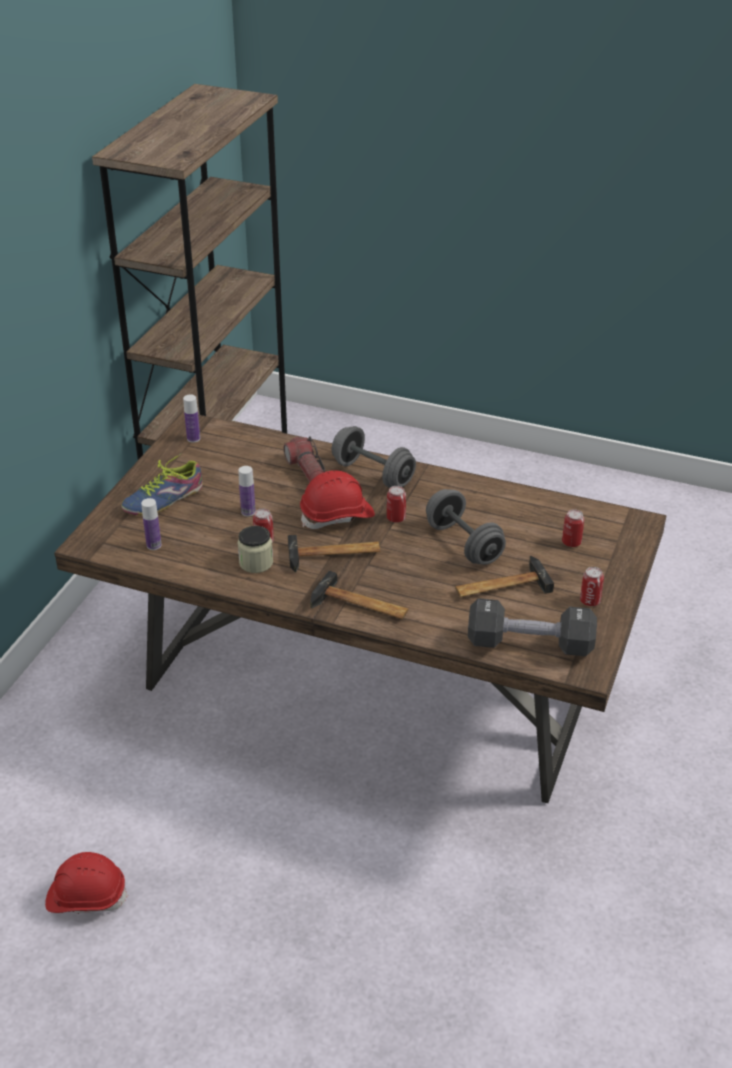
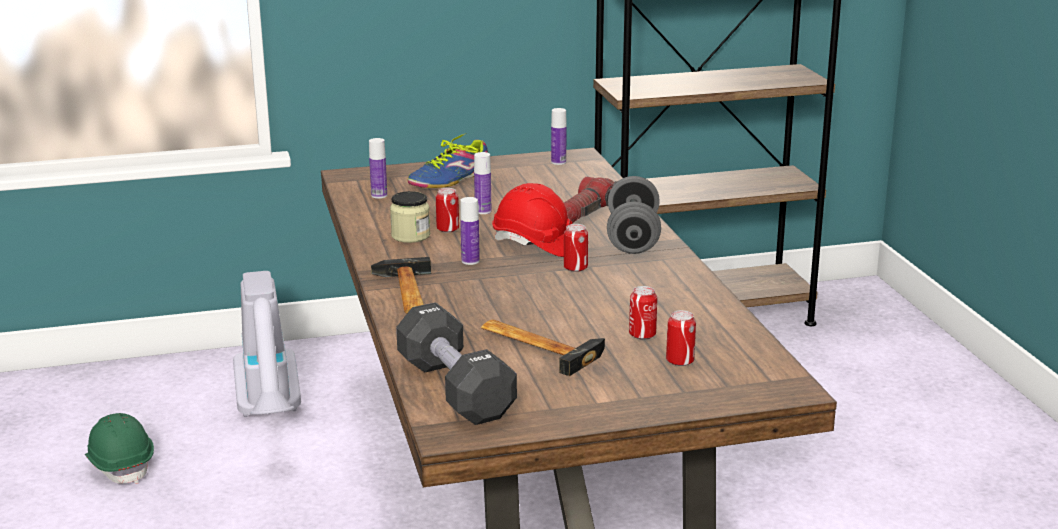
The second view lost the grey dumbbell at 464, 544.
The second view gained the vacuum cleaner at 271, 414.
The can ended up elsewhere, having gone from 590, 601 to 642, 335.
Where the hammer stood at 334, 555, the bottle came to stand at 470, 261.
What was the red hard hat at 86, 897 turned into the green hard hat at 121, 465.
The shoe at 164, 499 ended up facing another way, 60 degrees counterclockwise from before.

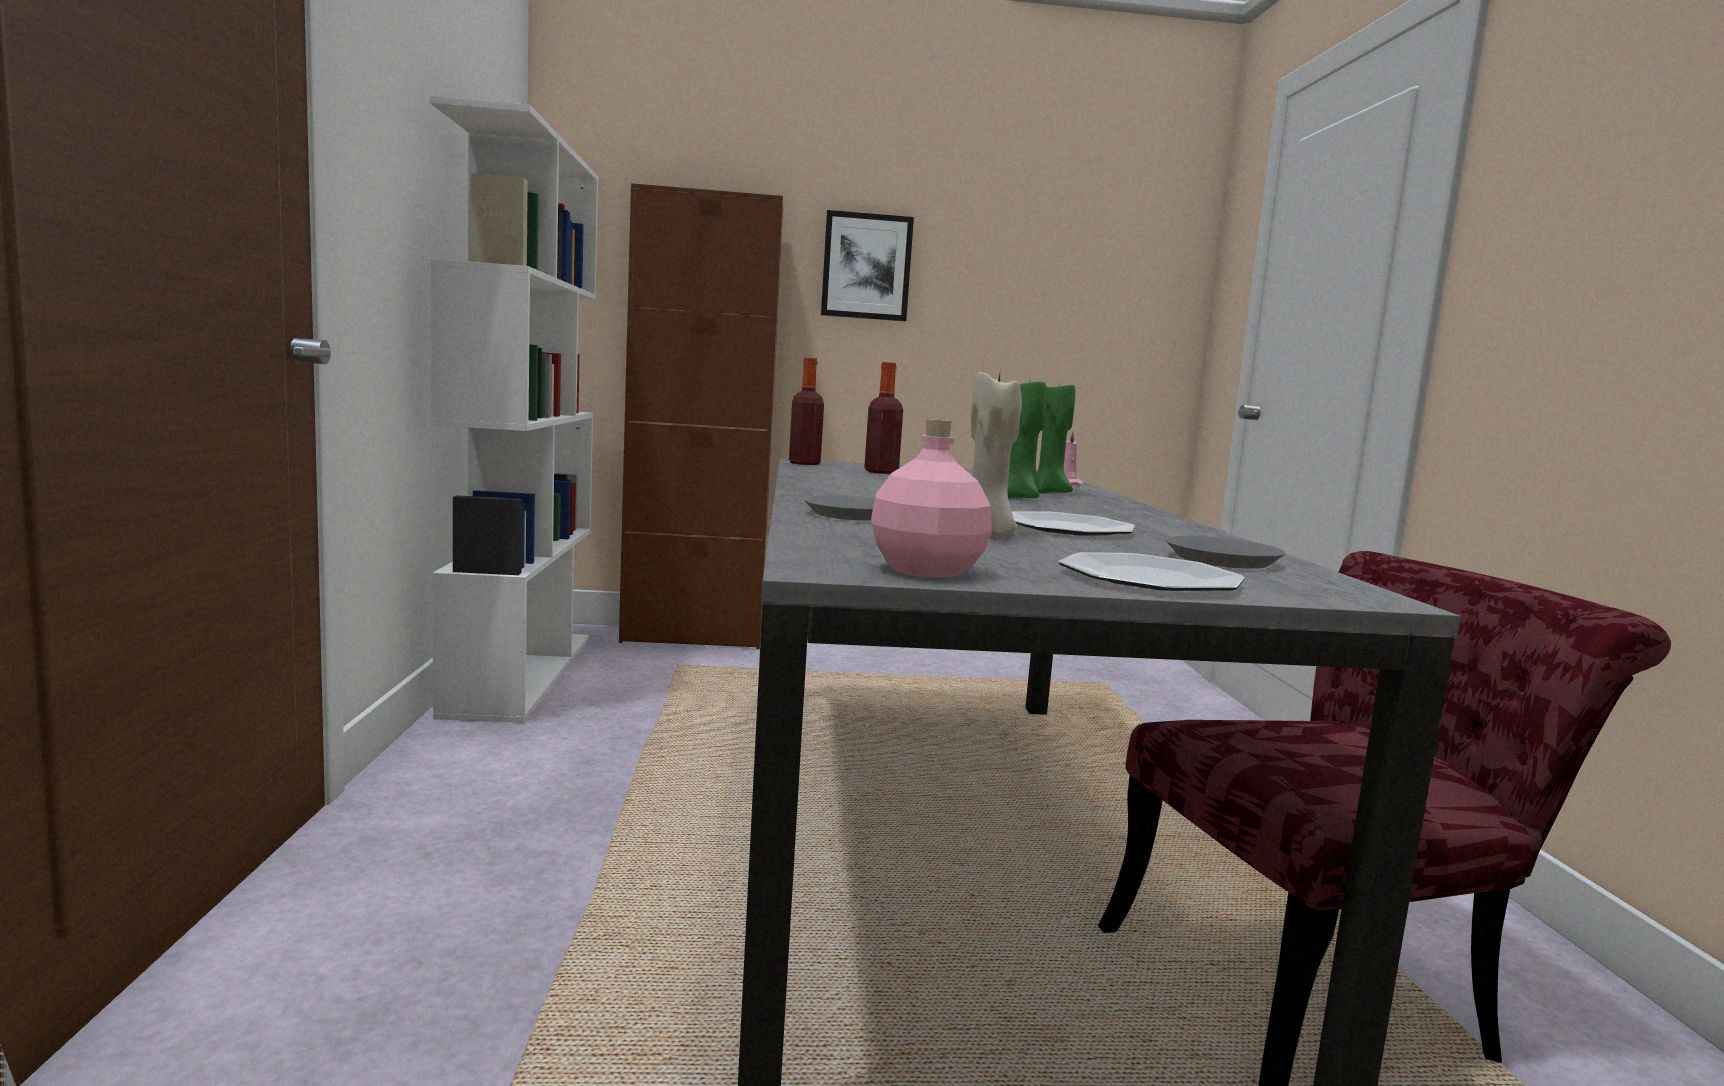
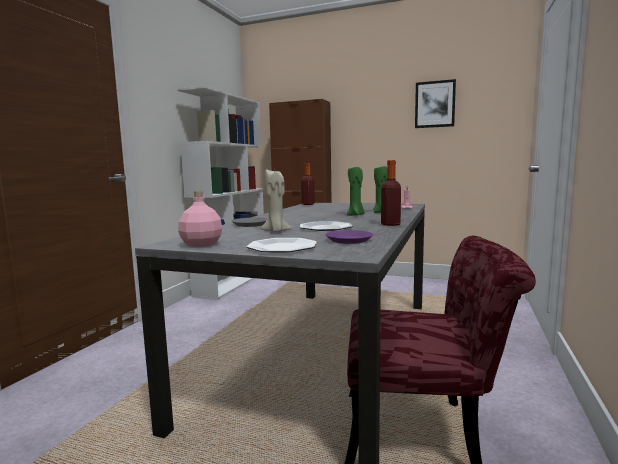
The picture ended up elsewhere, having gone from 866, 266 to 435, 104.
The bottle ended up elsewhere, having gone from 881, 472 to 390, 224.
What was the grey plate at 1221, 560 turned into the purple plate at 349, 240.

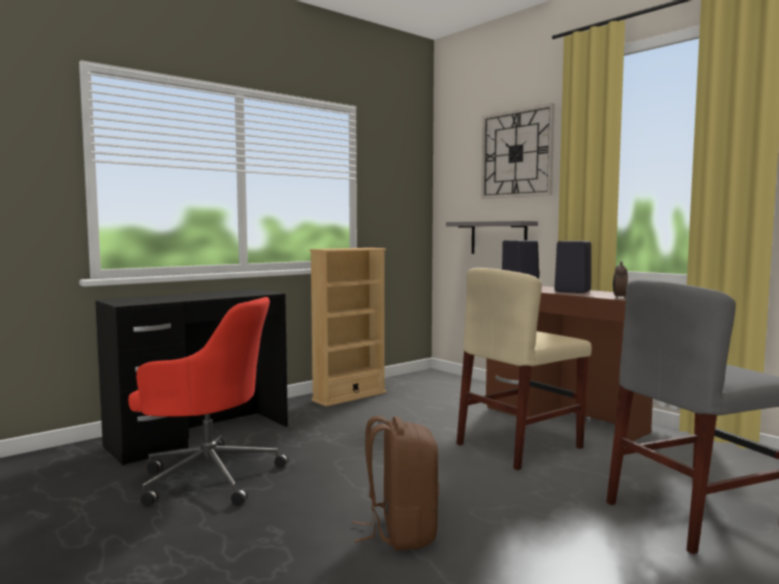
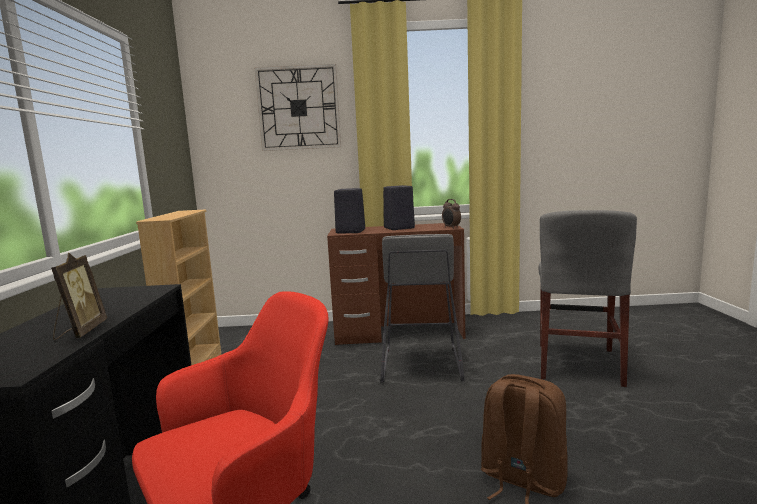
The second view lost the grey shelf at 498, 238.
The second view gained the picture frame at 80, 332.
Where the beige chair stood at 519, 446, the grey stool came to stand at 421, 365.

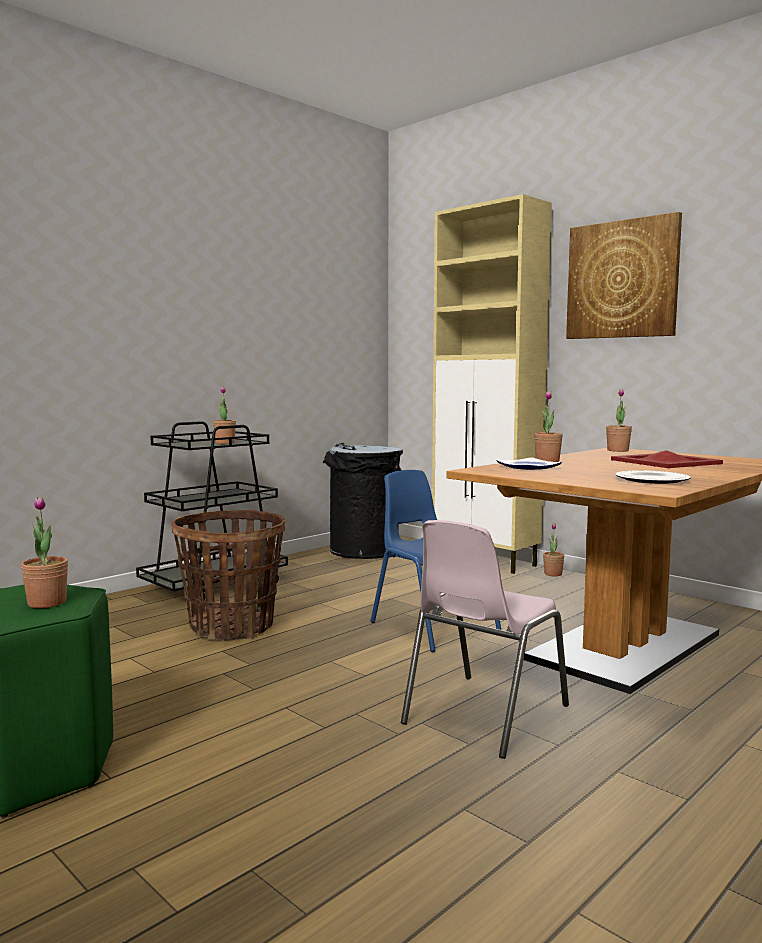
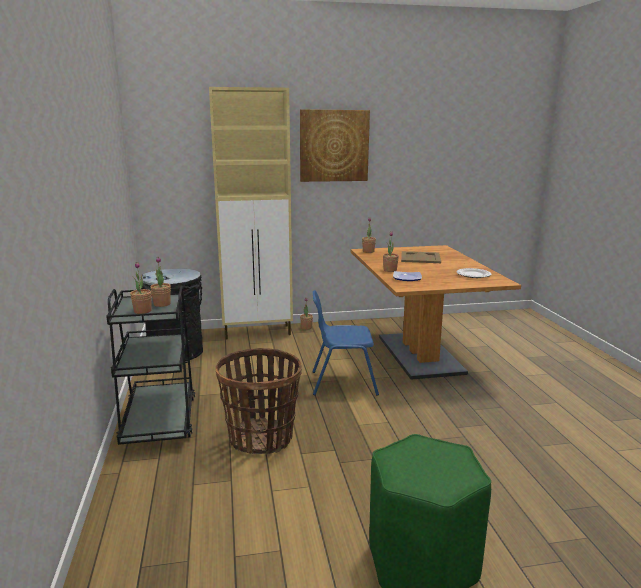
The second view lost the pink chair at 482, 715.
The potted plant ended up elsewhere, having gone from 47, 603 to 142, 311.
What was the red tray at 666, 462 turned into the beige tray at 421, 257.

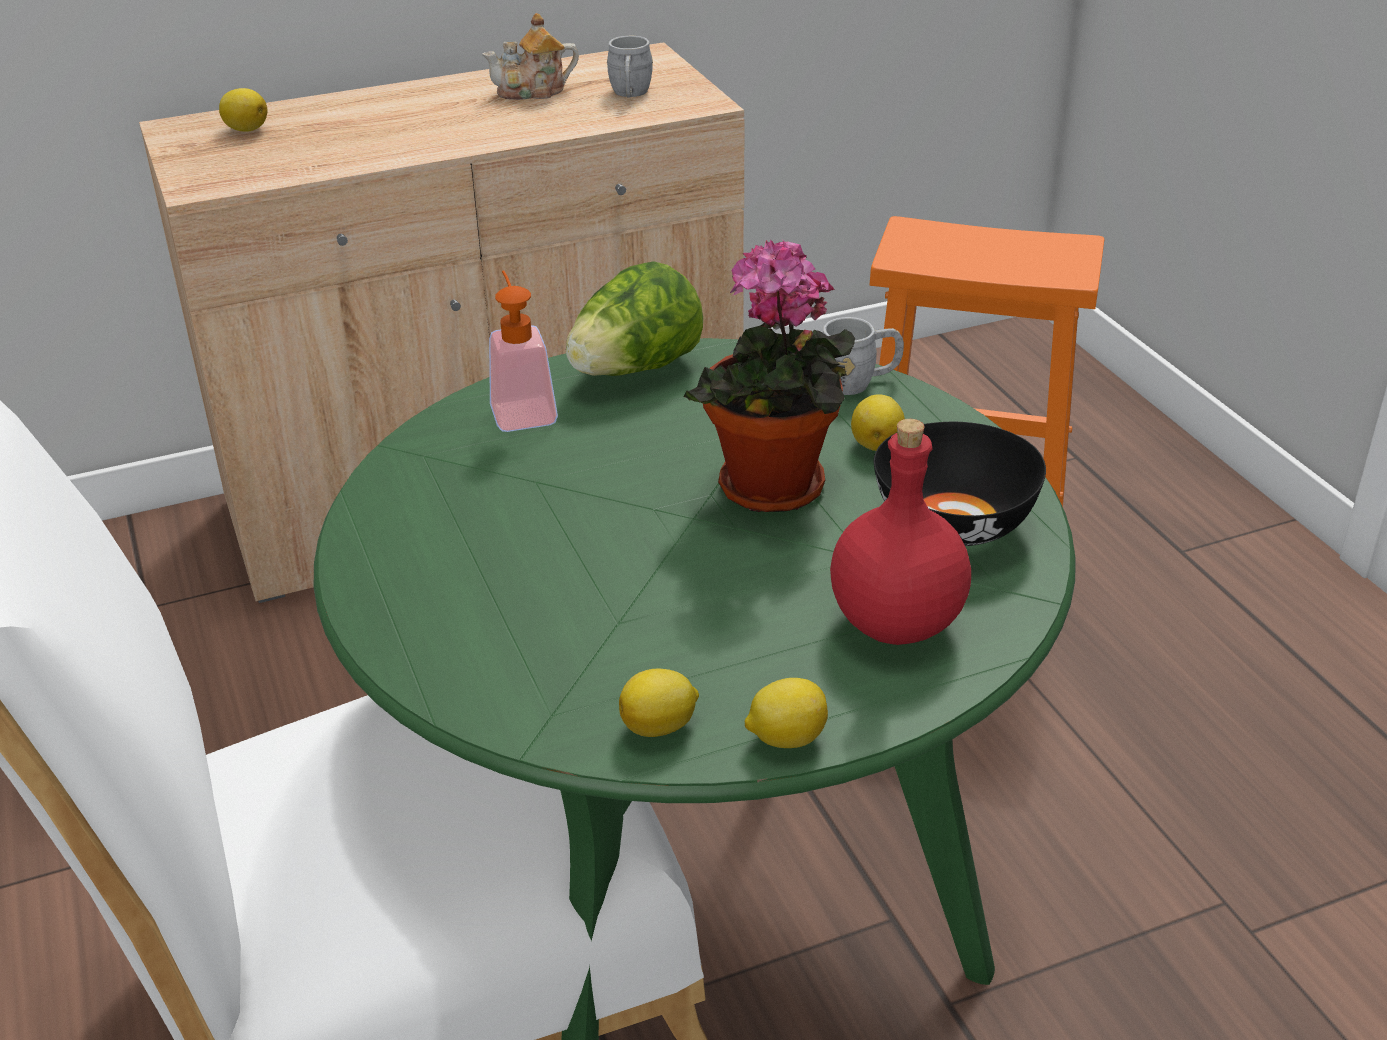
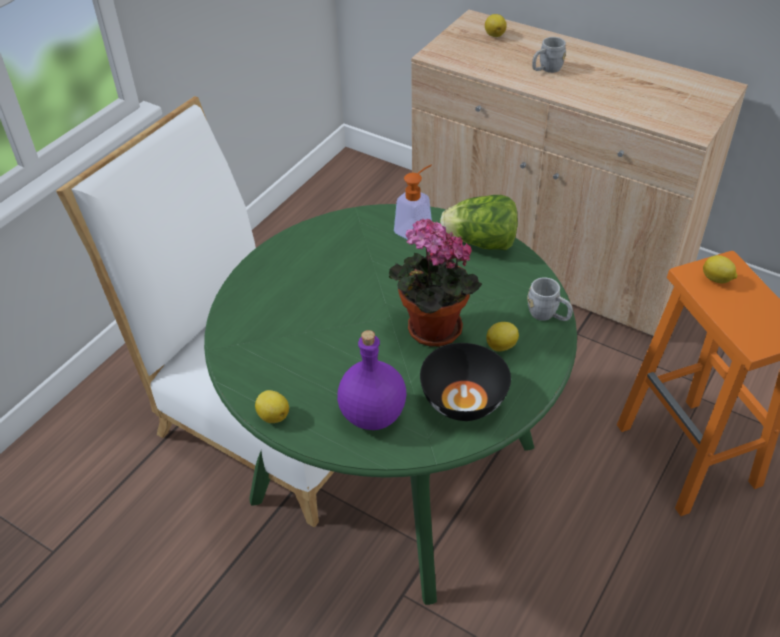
The second view lost the teapot at 533, 91.
The grey mug ended up elsewhere, having gone from 630, 94 to 546, 69.
The lemon ended up elsewhere, having gone from 660, 727 to 717, 279.
What was the red bottle at 894, 623 turned into the purple bottle at 372, 414.

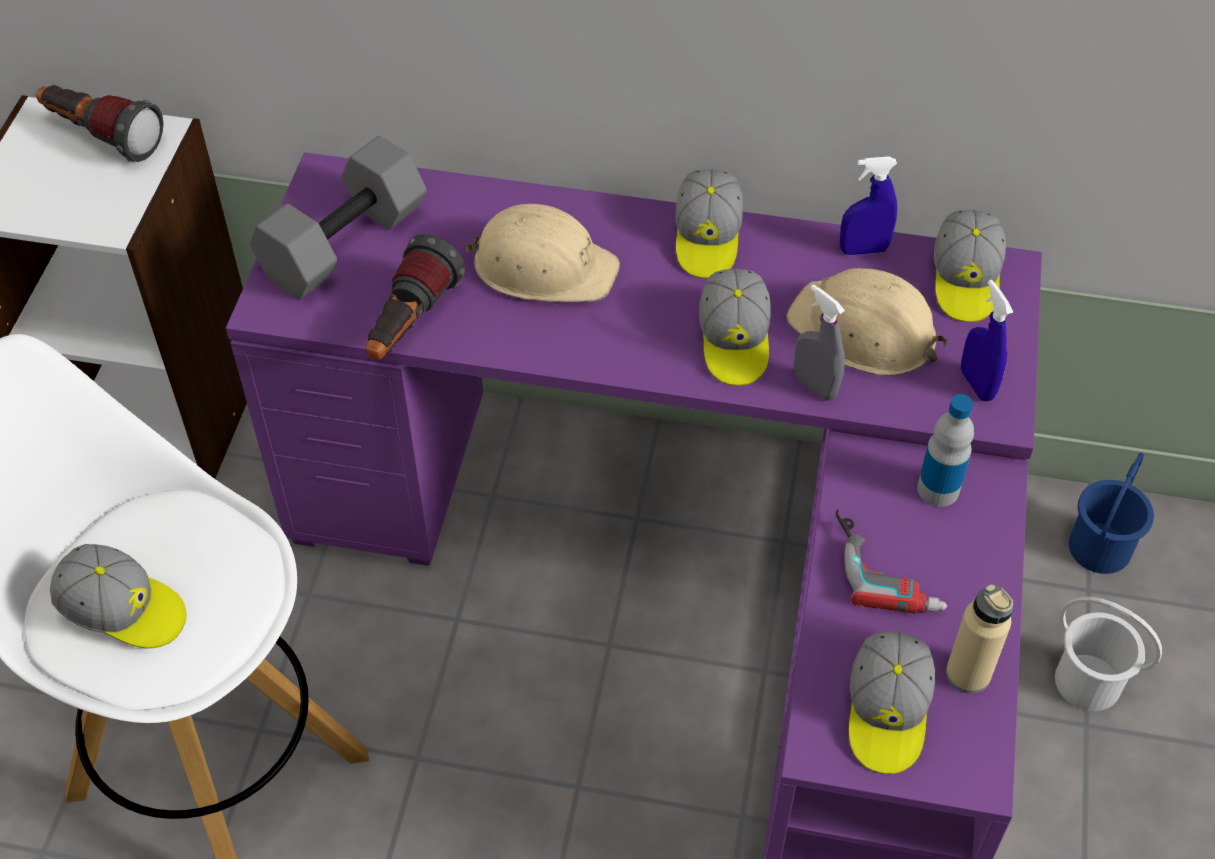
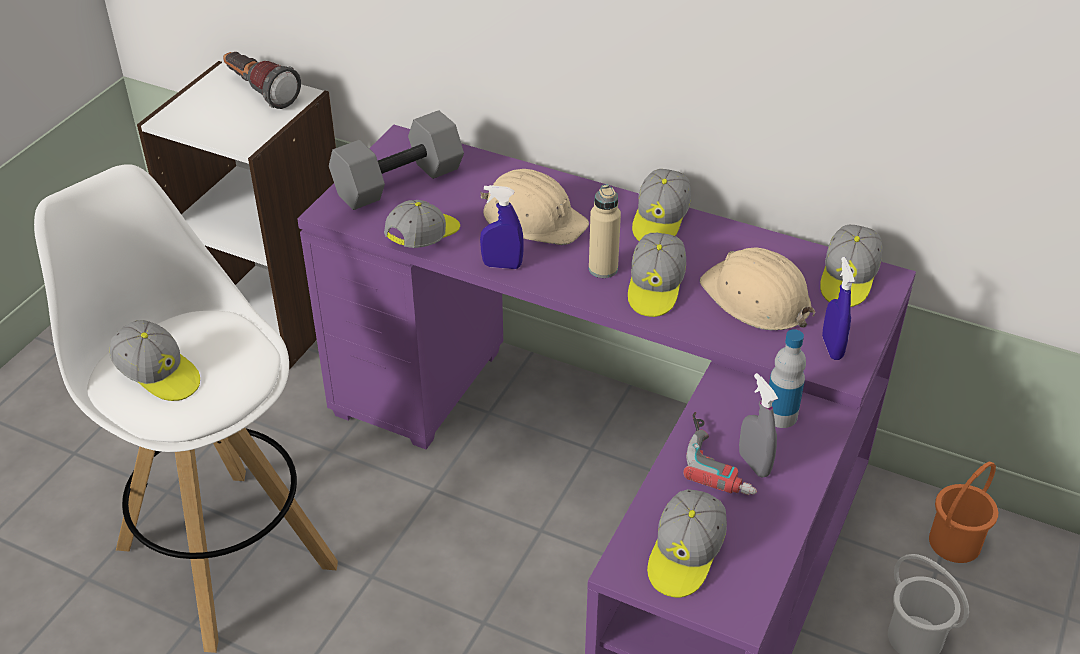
The grey spray bottle ended up elsewhere, having gone from 815, 386 to 754, 464.
The blue spray bottle ended up elsewhere, having gone from 863, 250 to 502, 265.
The beige bottle ended up elsewhere, having gone from 968, 674 to 603, 269.
Where the flashlight stood at 410, 325, the cap came to stand at 424, 238.
What was the blue bucket at 1098, 547 turned into the orange bucket at 953, 542.

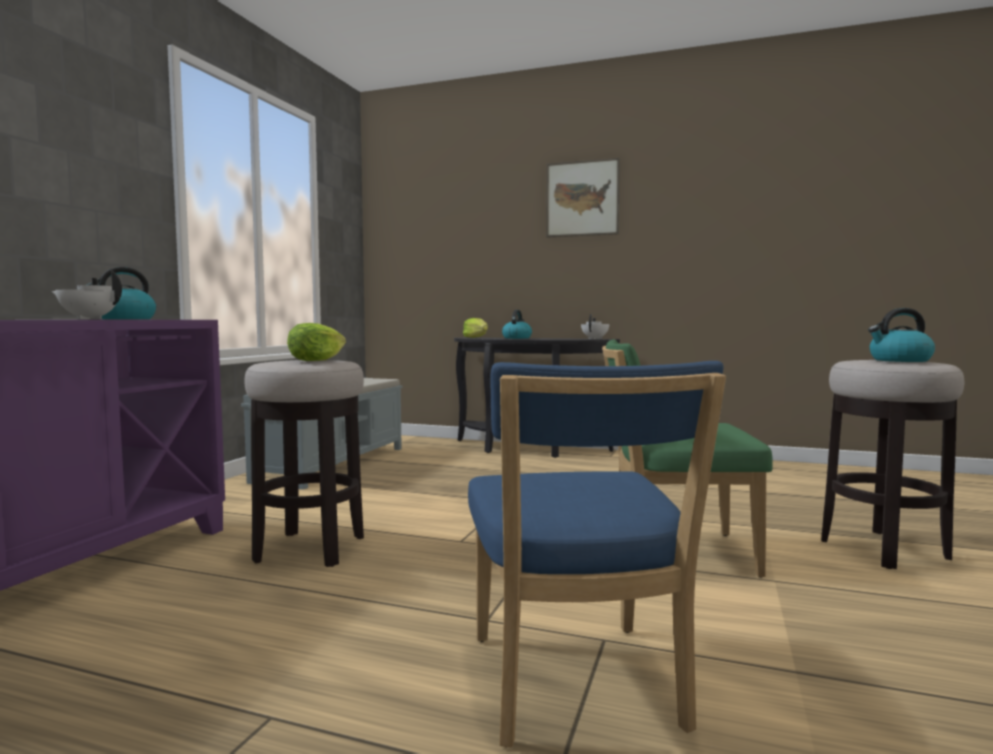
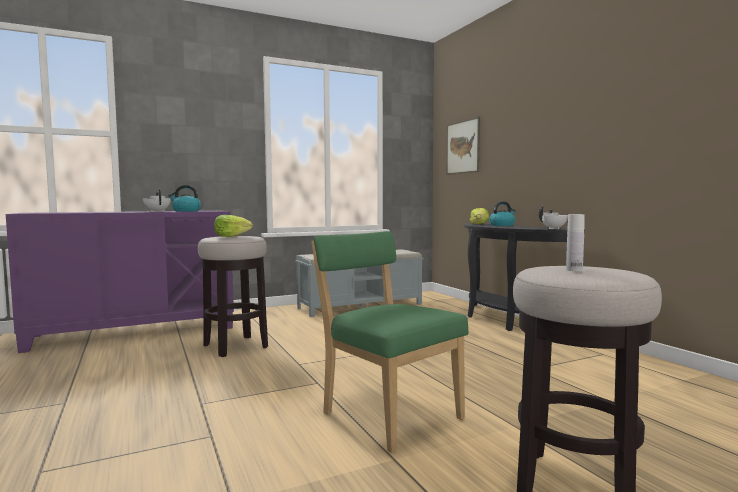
The second view lost the blue chair at 576, 688.
The picture ended up elsewhere, having gone from 582, 198 to 462, 147.
Where the kettle stood at 899, 360, the white bottle came to stand at 574, 270.

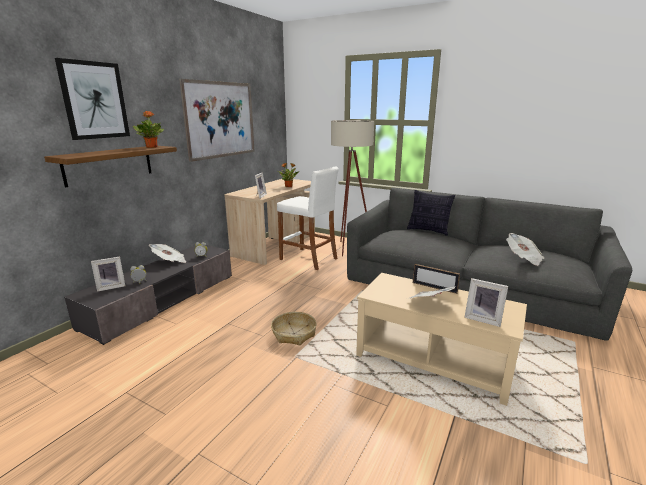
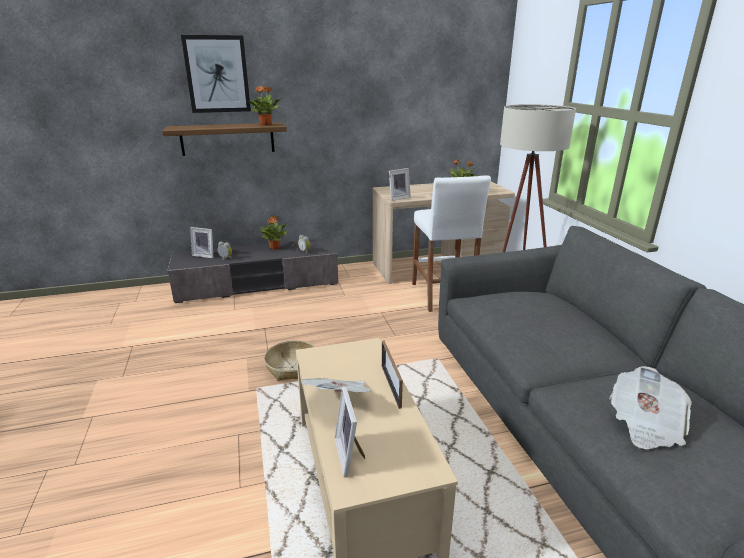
The second view lost the picture at 221, 120.
The second view lost the pillow at 428, 231.
Where the newspaper stood at 170, 261, the potted plant came to stand at 275, 247.

